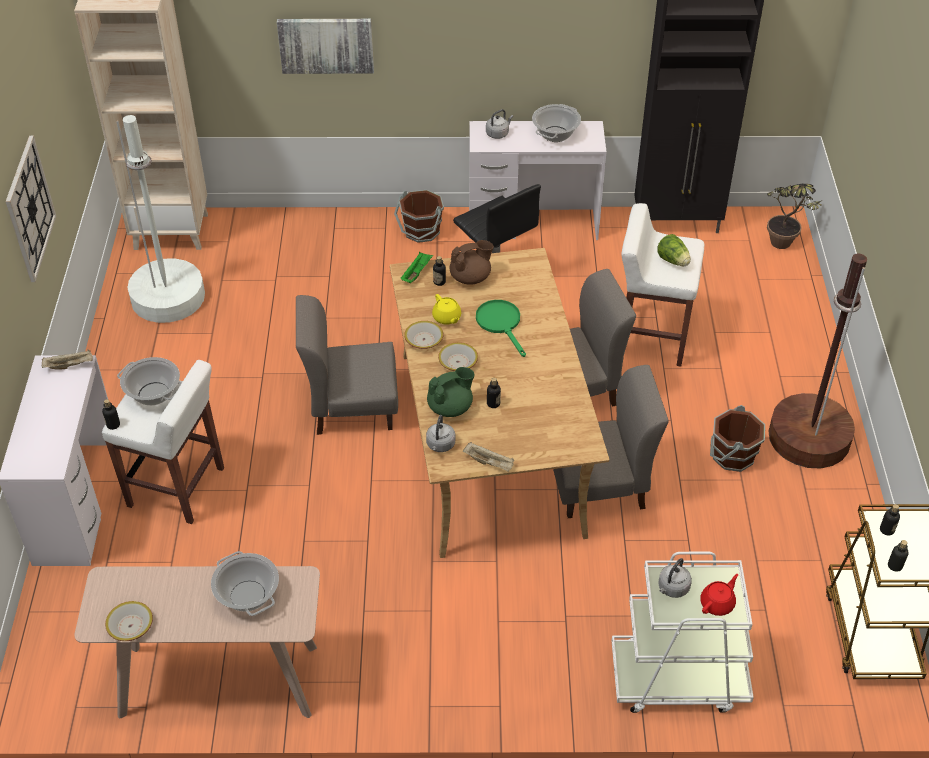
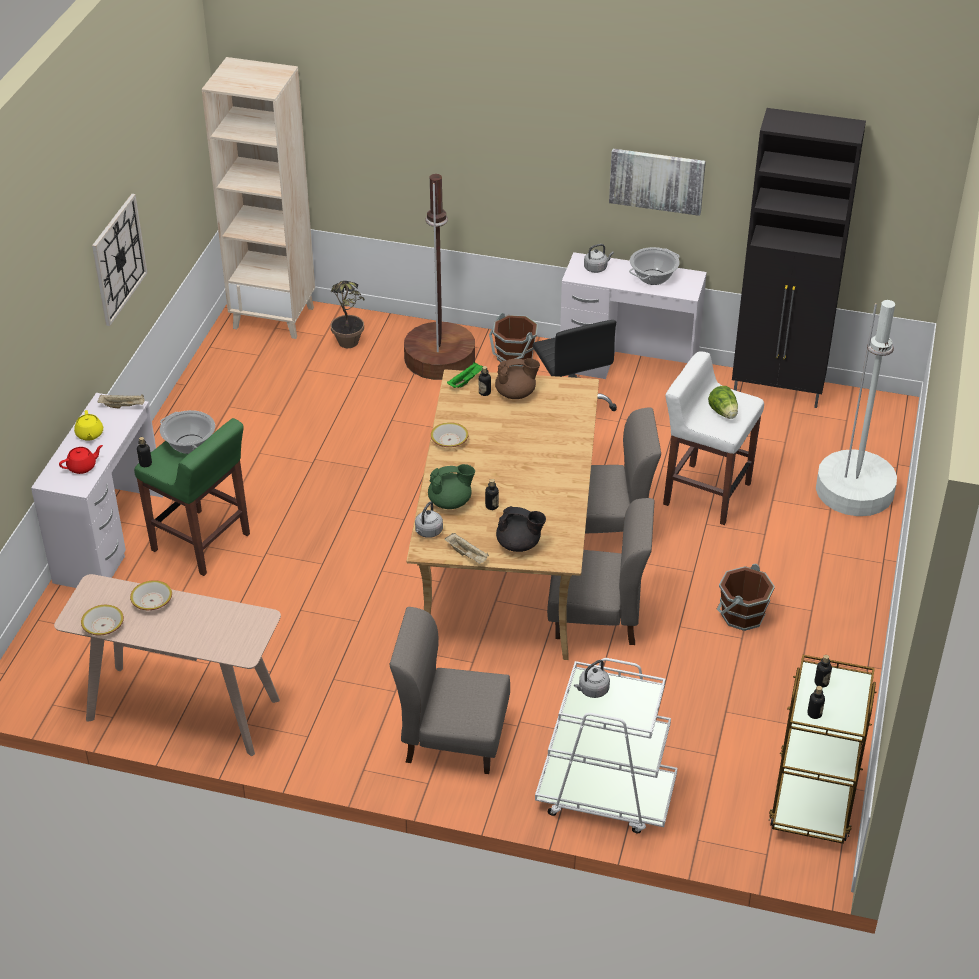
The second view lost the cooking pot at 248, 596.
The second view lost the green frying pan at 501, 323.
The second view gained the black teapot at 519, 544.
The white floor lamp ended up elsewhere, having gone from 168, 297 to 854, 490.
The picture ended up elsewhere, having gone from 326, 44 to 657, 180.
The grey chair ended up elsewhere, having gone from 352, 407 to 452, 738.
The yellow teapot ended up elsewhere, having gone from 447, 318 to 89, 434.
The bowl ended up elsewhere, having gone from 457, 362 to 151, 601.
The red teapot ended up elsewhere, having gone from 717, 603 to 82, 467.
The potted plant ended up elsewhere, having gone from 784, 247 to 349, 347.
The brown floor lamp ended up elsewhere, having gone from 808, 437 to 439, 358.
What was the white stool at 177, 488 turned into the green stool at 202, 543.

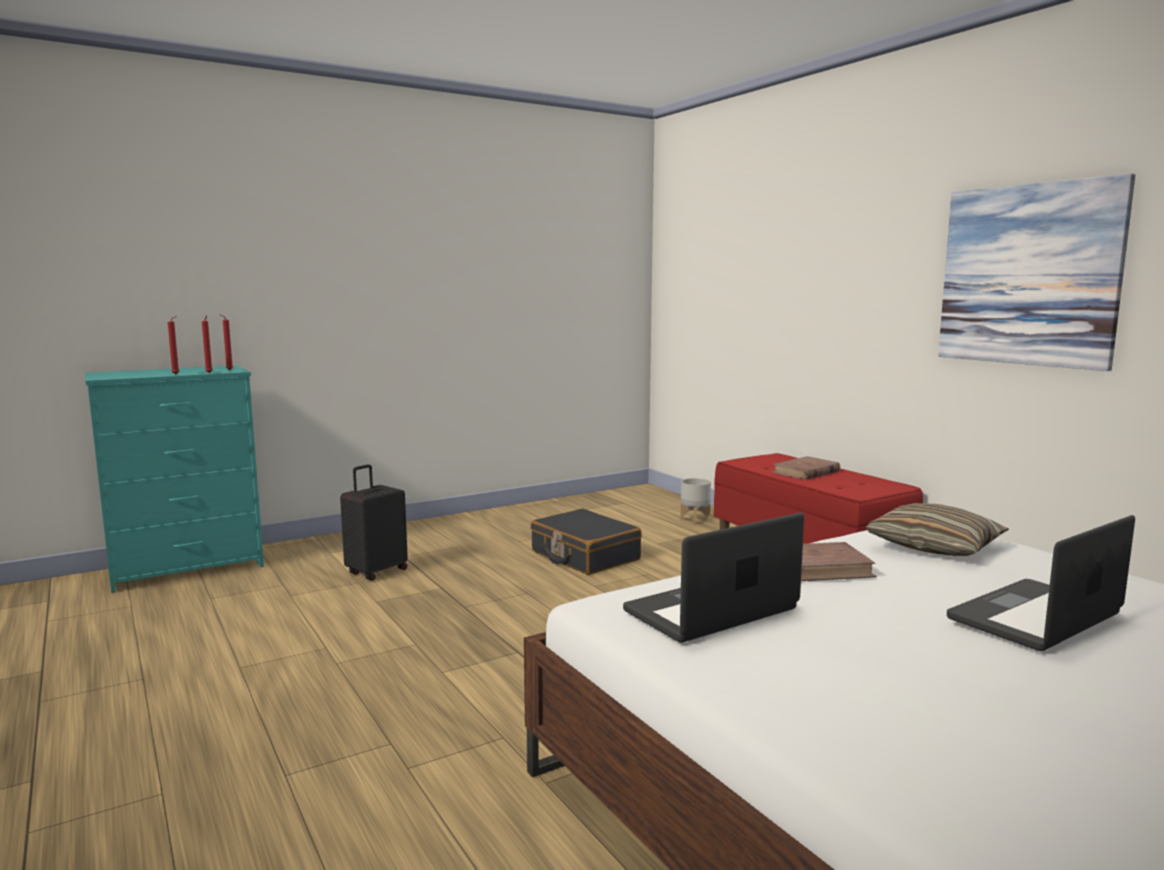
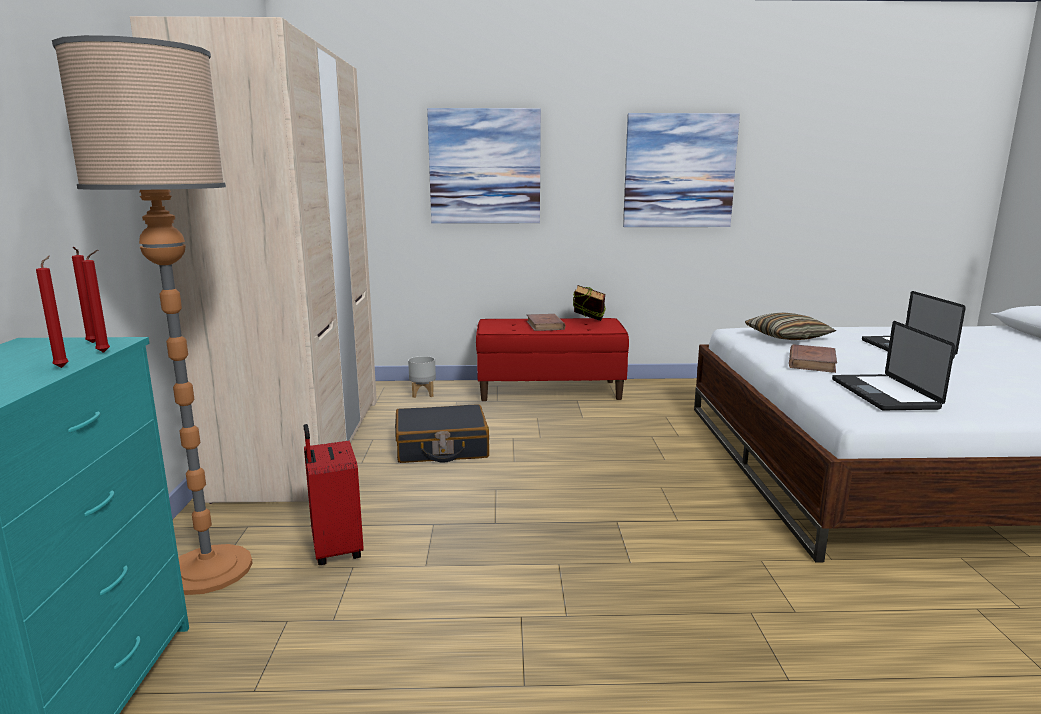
The second view gained the floor lamp at 209, 569.
The second view gained the beige wardrobe at 303, 444.
The second view gained the picture at 485, 167.
The second view gained the book at 588, 322.
What was the black suitcase at 376, 572 turned into the red suitcase at 335, 550.

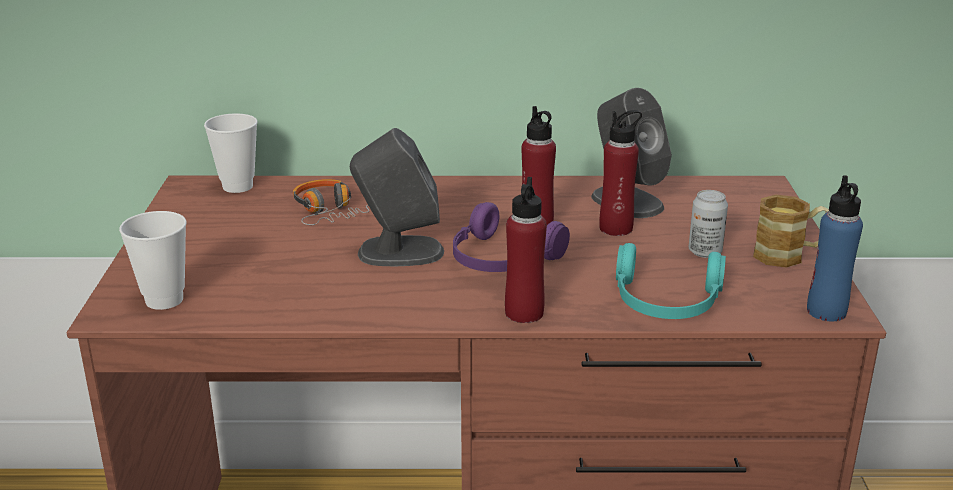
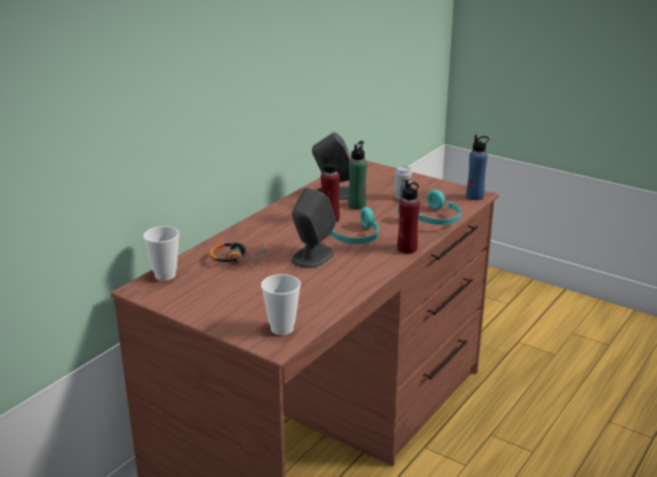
The second view lost the mug at 788, 255.
What was the purple headphones at 501, 260 turned into the turquoise headphones at 353, 237.
What was the red bottle at 616, 228 turned into the green bottle at 357, 205.

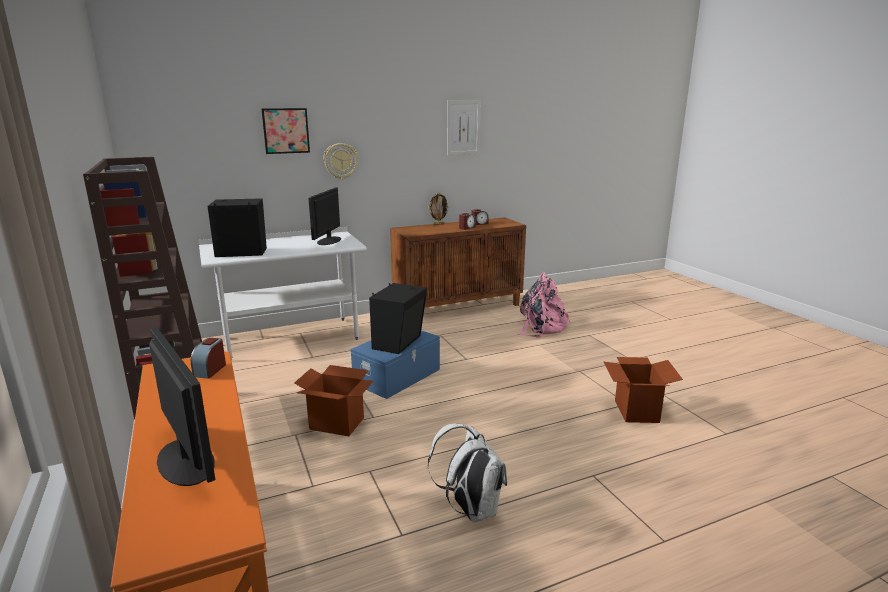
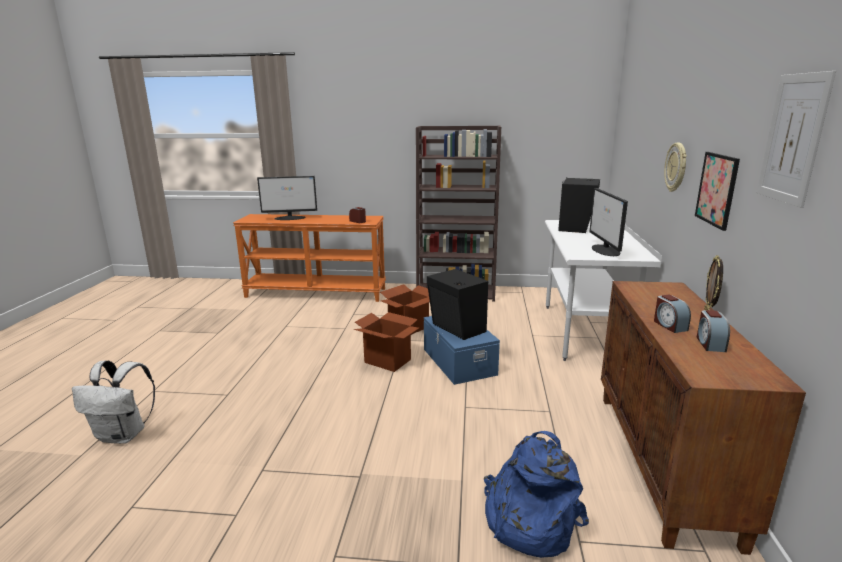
The picture ended up elsewhere, having gone from 286, 131 to 717, 189.
The white backpack ended up elsewhere, having gone from 470, 509 to 124, 435.
The cardboard box ended up elsewhere, having gone from 636, 411 to 388, 361.
What was the pink backpack at 541, 327 turned into the blue backpack at 528, 520.
The monitor at 328, 241 ended up facing another way, 135 degrees counterclockwise from before.

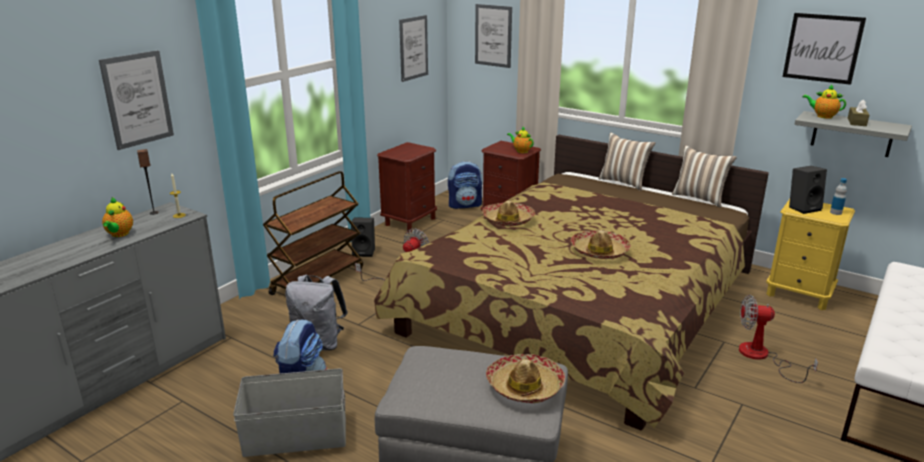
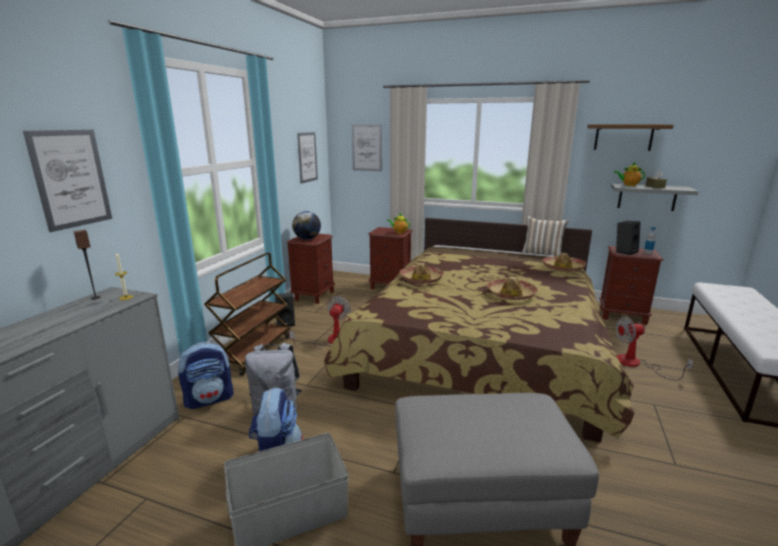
The second view lost the teapot at 119, 234.
The second view lost the pillow at 624, 182.
The second view gained the globe at 307, 239.
The backpack ended up elsewhere, having gone from 465, 205 to 210, 399.
The hat ended up elsewhere, having gone from 525, 386 to 563, 268.
Where the picture hung at 822, 48, the brown shelf came to hang at 623, 137.
What was the yellow nightstand at 799, 294 turned into the brown nightstand at 623, 316.

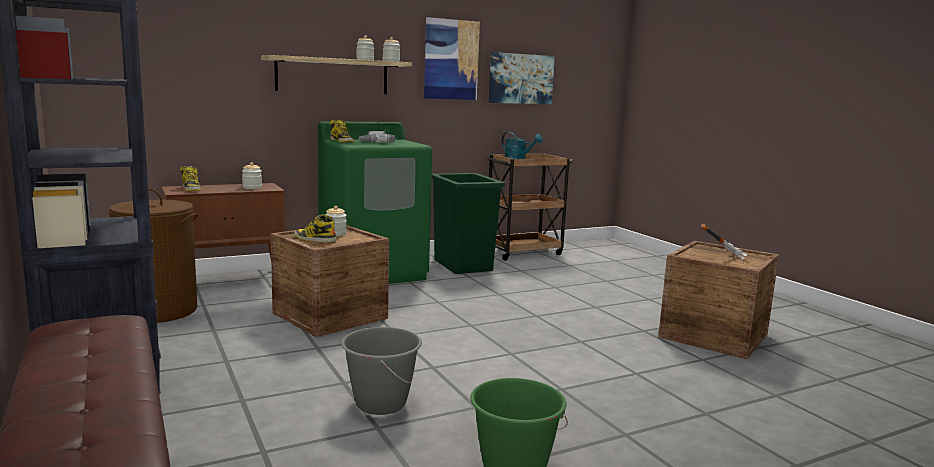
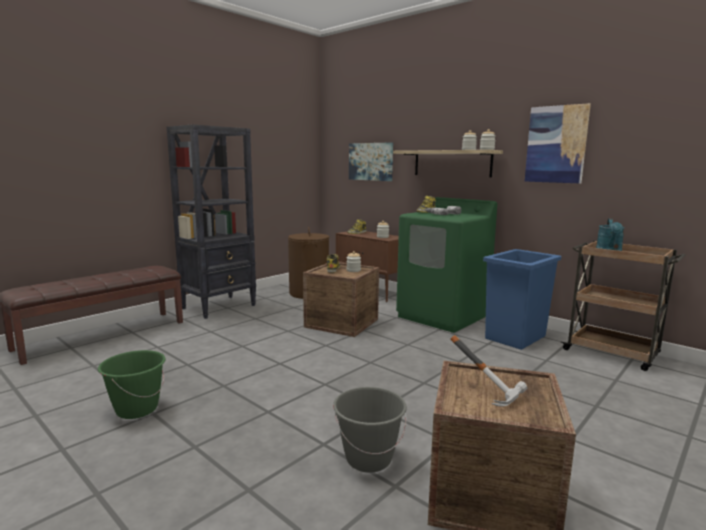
The grey bucket ended up elsewhere, having gone from 380, 403 to 368, 458.
The picture ended up elsewhere, having gone from 521, 79 to 371, 161.
What was the green trash can at 462, 265 turned into the blue trash can at 514, 337.

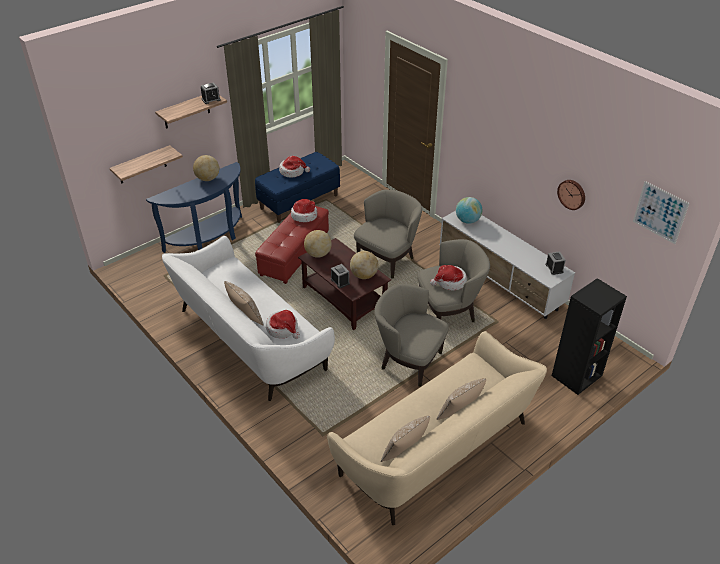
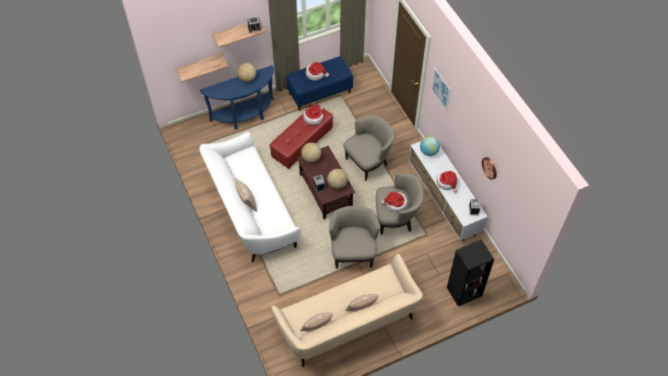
The hat ended up elsewhere, having gone from 283, 329 to 447, 182.
The picture ended up elsewhere, having gone from 660, 212 to 440, 89.
The beige armchair at 408, 361 ended up facing another way, 45 degrees clockwise from before.

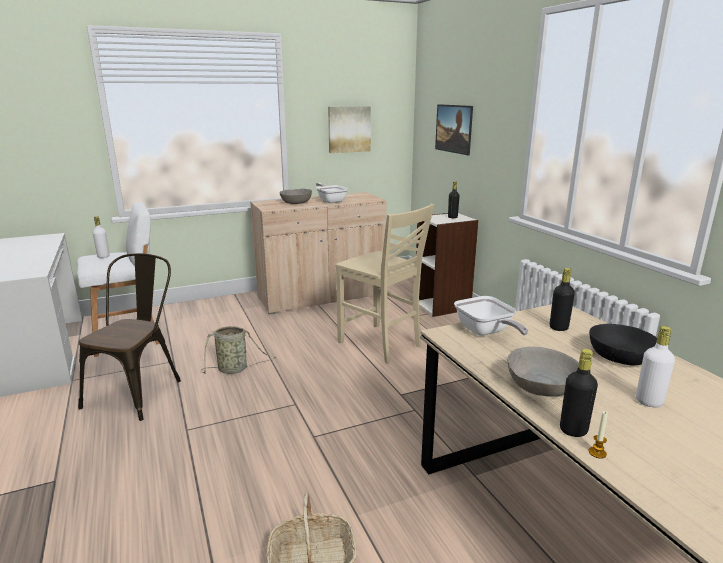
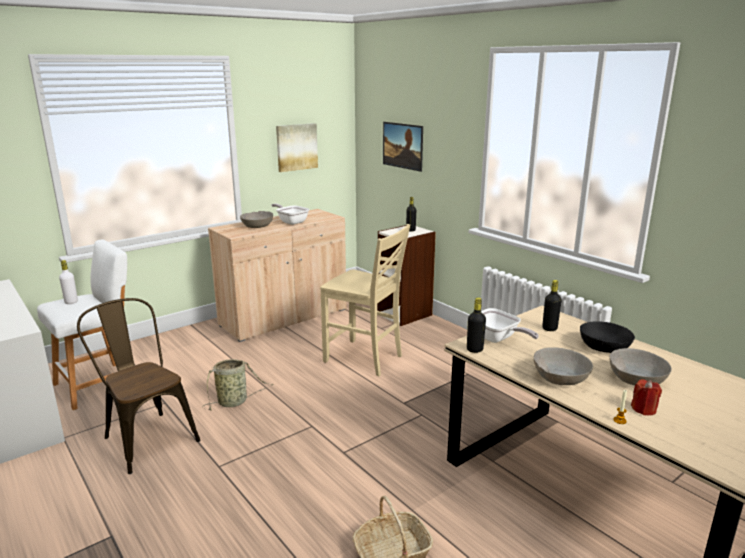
The second view gained the red candle at 644, 409.
The black bottle ended up elsewhere, having gone from 573, 430 to 474, 349.
Where the white bottle stood at 649, 402, the grey bowl came to stand at 637, 379.
The brown chair at 139, 390 ended up facing another way, 45 degrees counterclockwise from before.

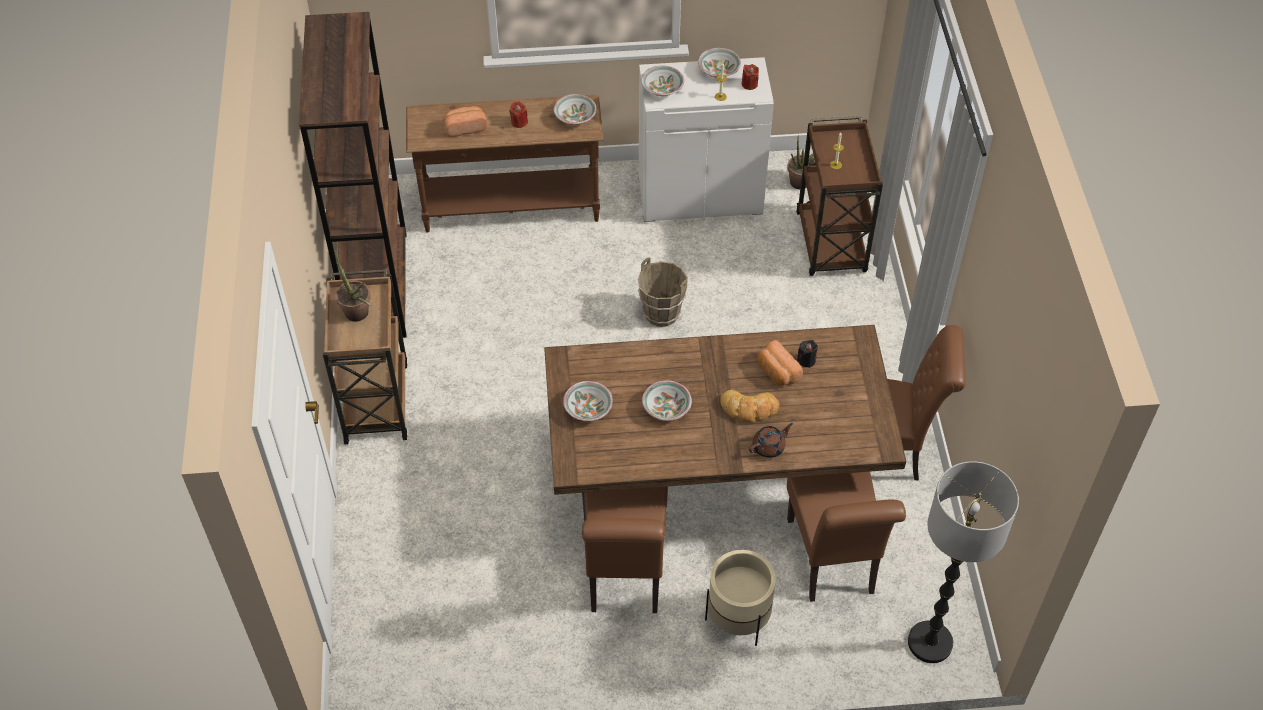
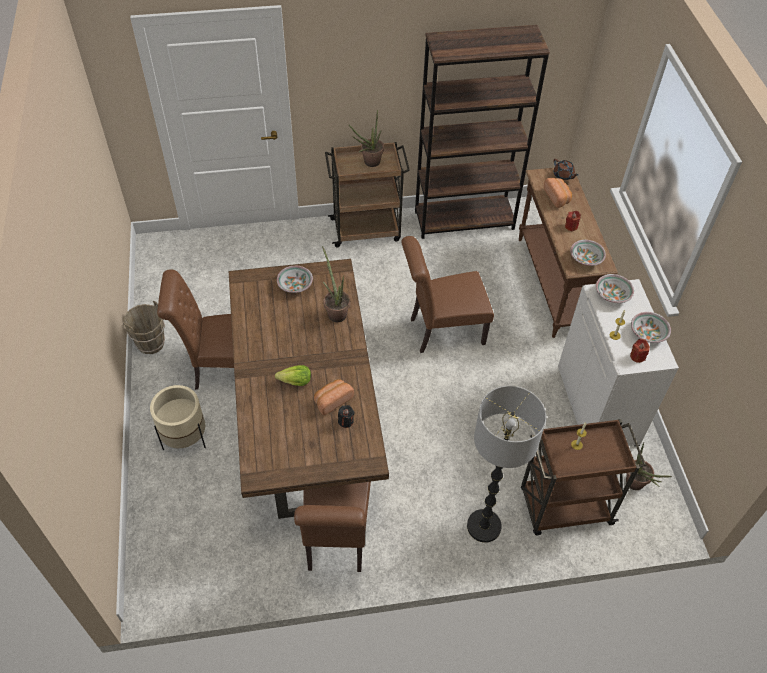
The second view lost the bowl at 666, 408.
The second view gained the potted plant at 335, 312.
The brown bucket ended up elsewhere, having gone from 661, 314 to 150, 344.
The brown teapot ended up elsewhere, having gone from 769, 447 to 563, 175.
The brown chair ended up elsewhere, having gone from 833, 562 to 442, 331.
The floor lamp ended up elsewhere, having gone from 930, 643 to 484, 526.
Where the bread stood at 749, 409, the lettuce came to stand at 295, 382.

